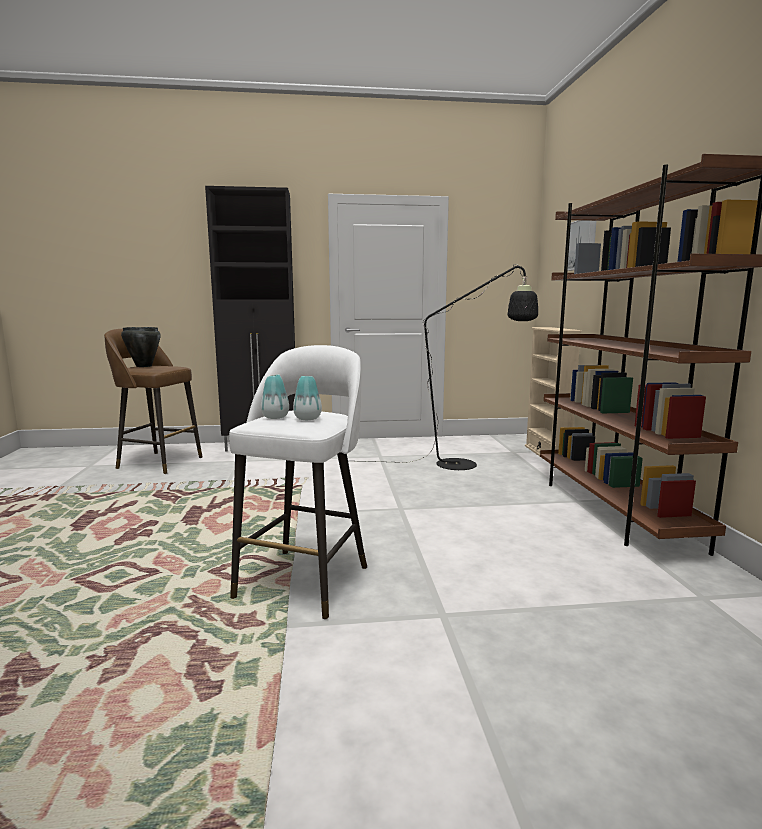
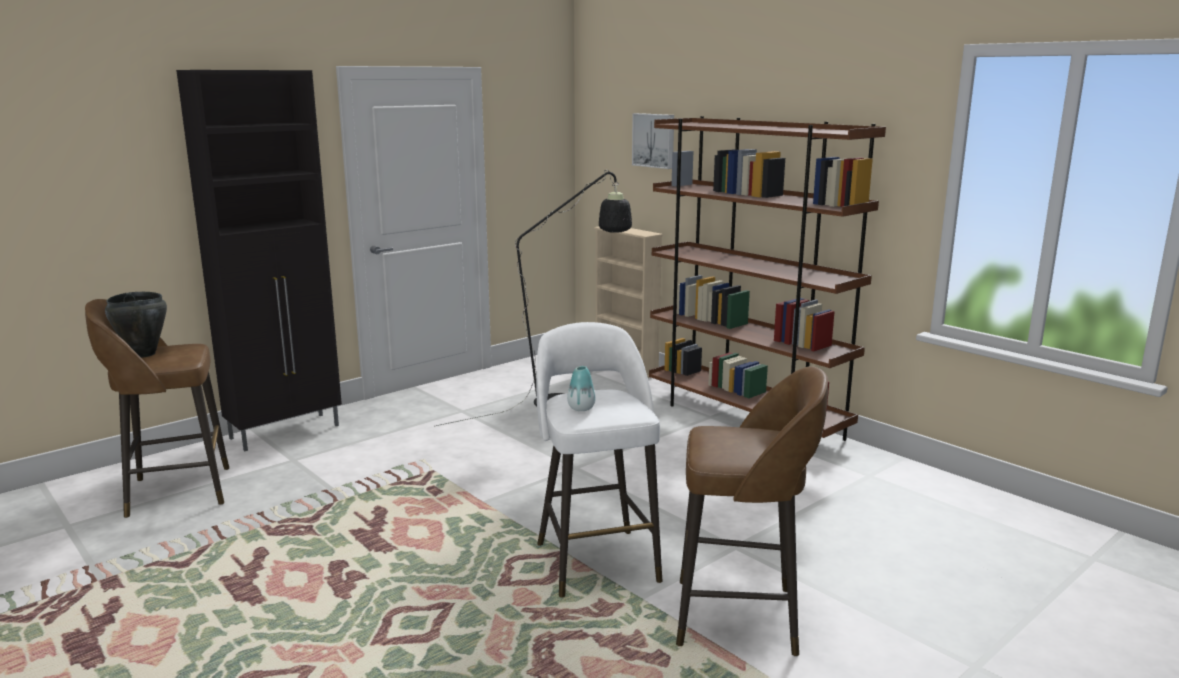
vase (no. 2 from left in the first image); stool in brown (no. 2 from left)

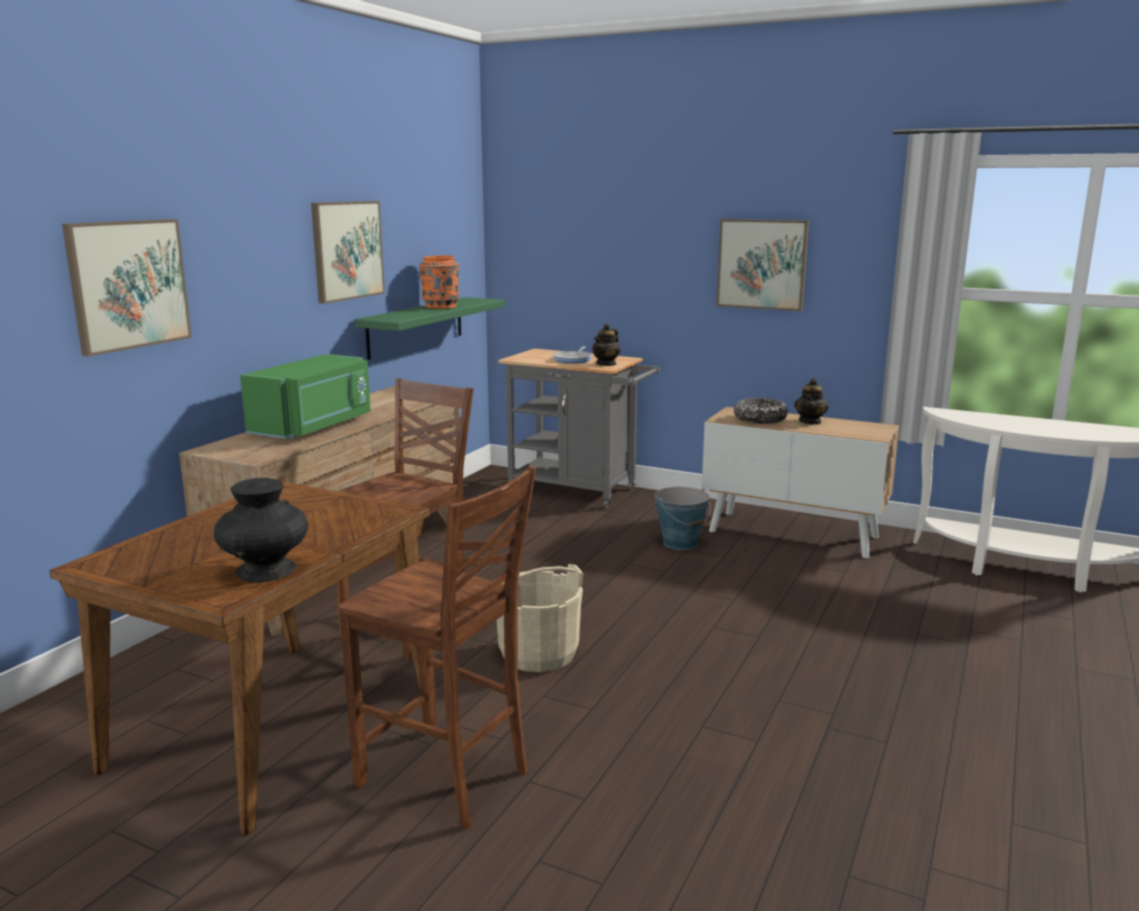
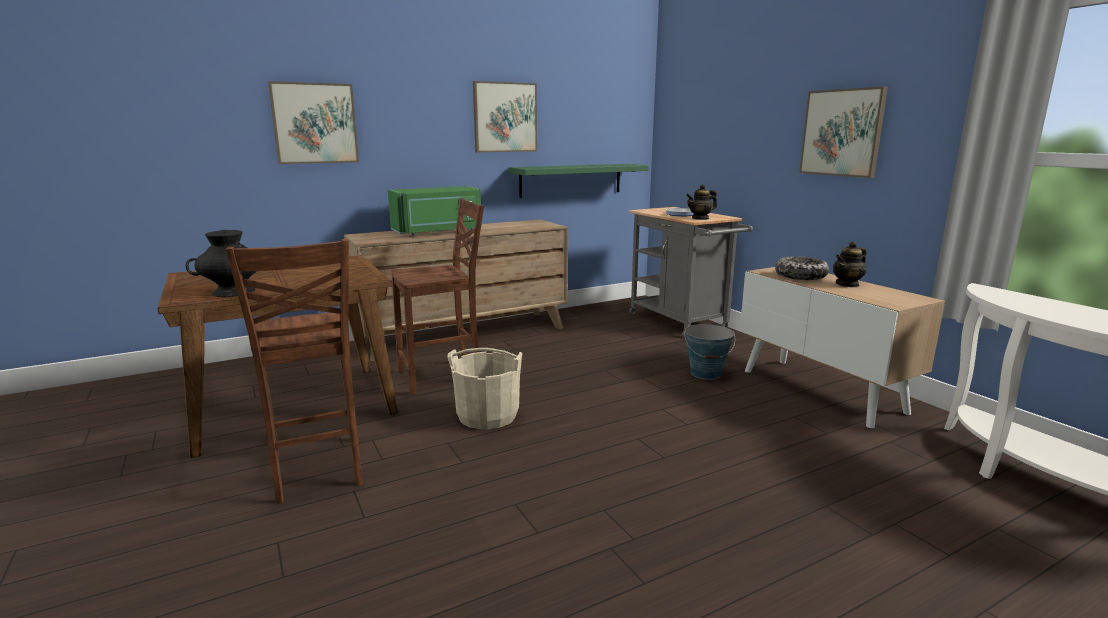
vase in orange

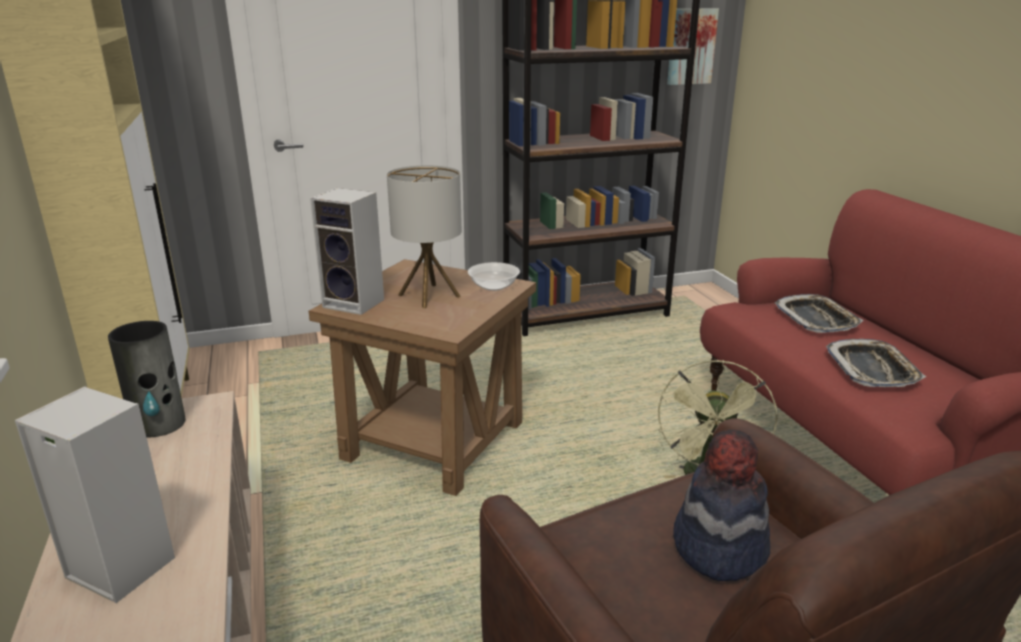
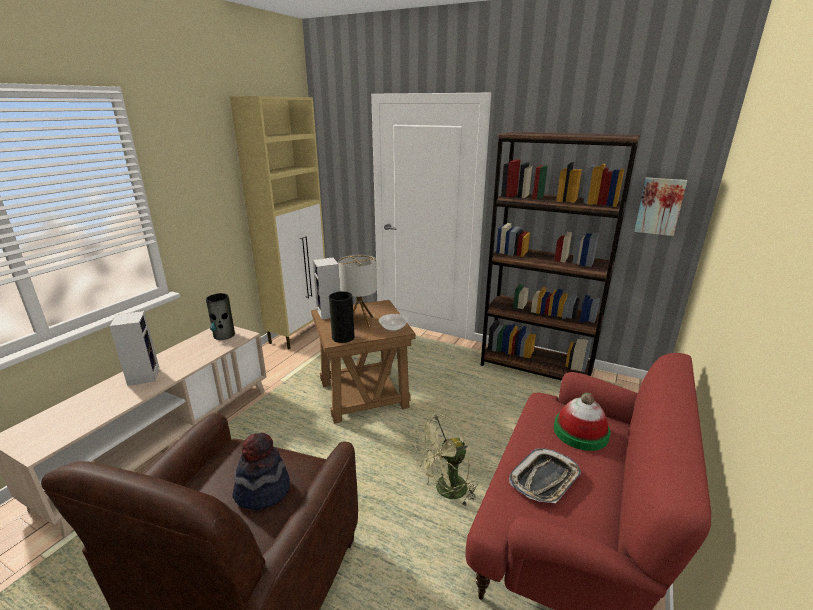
hat (no. 2 from left); vase (no. 2 from left)

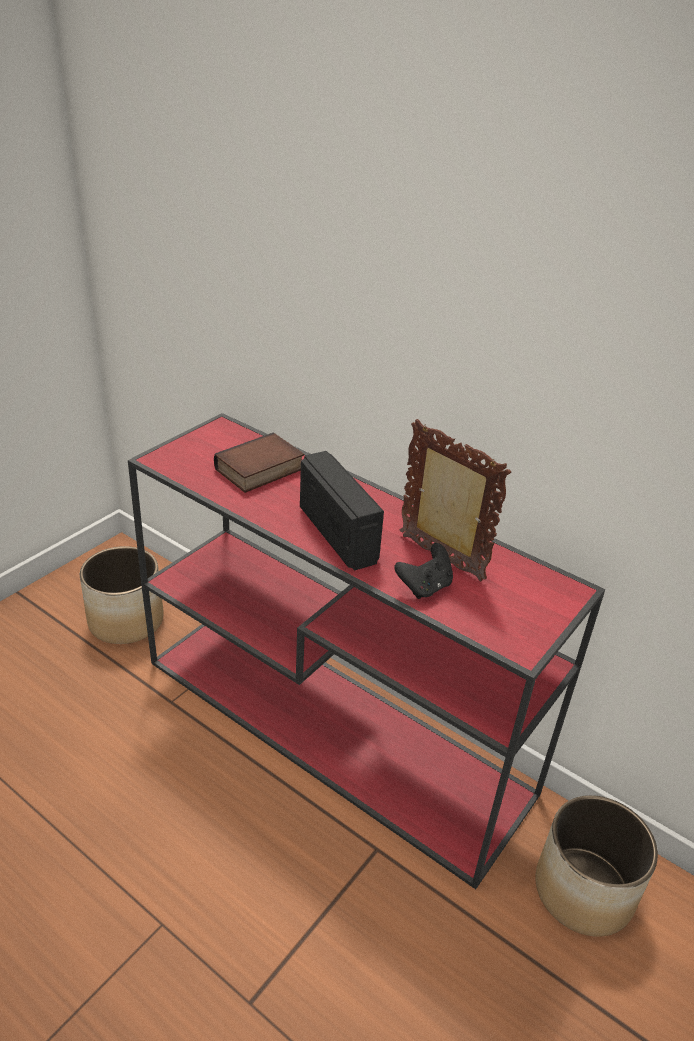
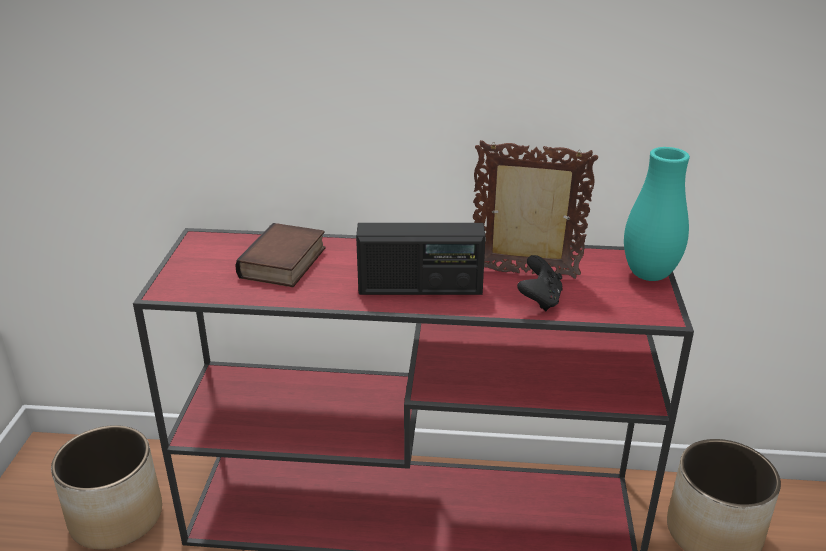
radio; vase in turquoise

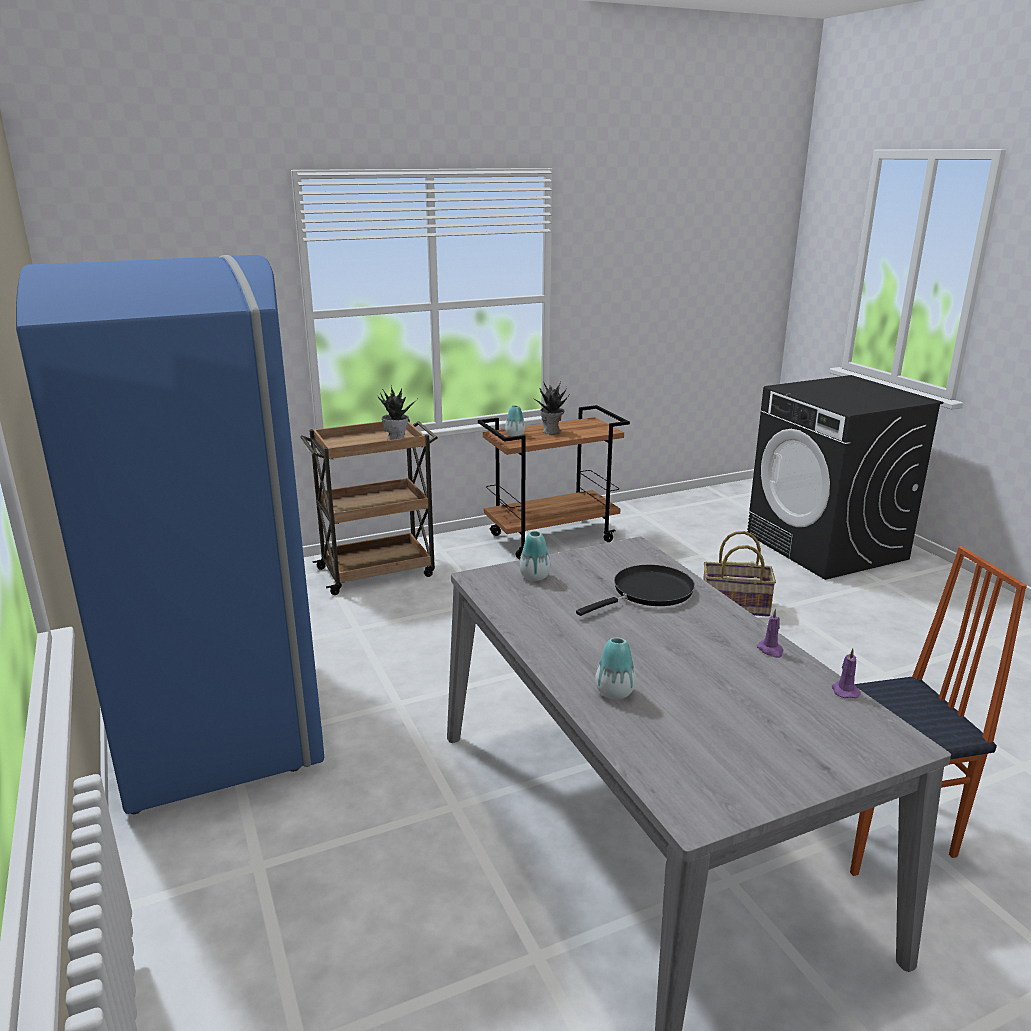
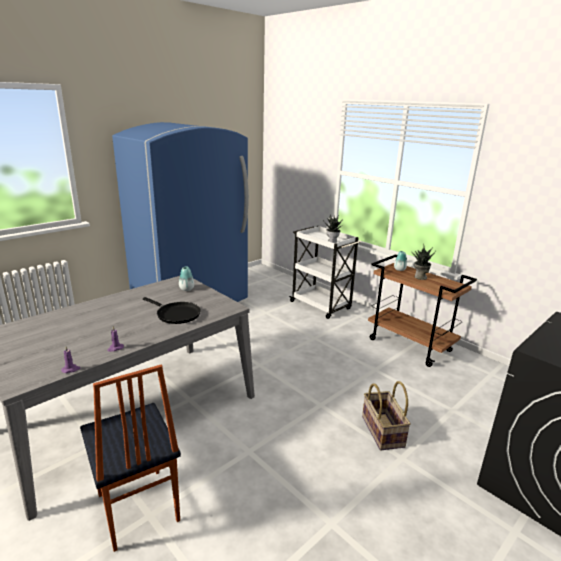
cart in white; vase (no. 3 from left in the first image)

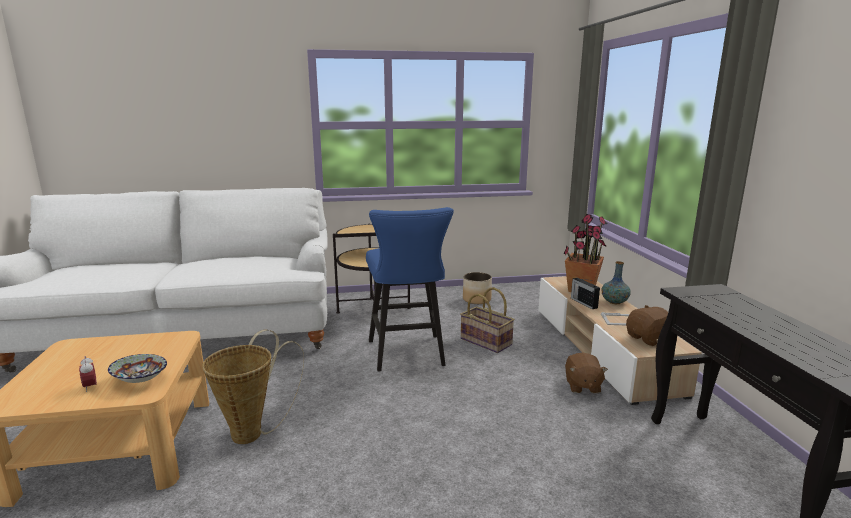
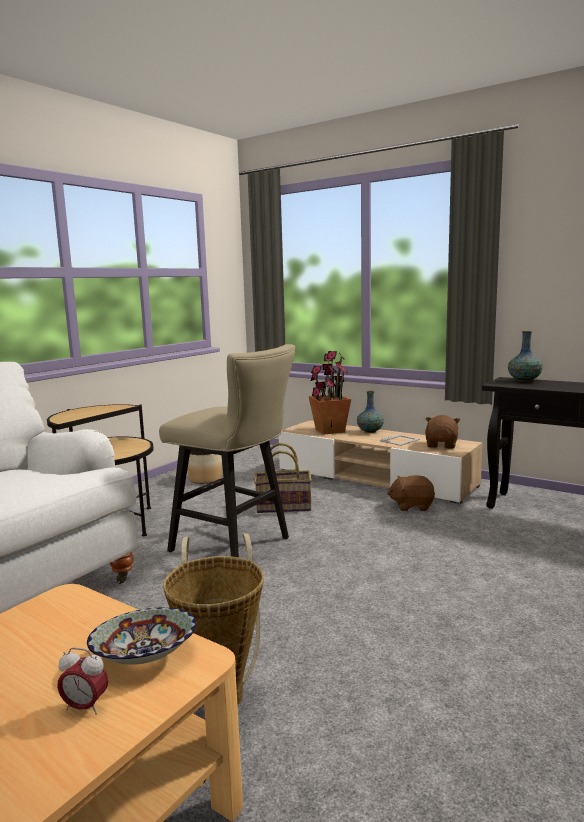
stool in beige; plush toy in brown (no. 1 from left); radio; vase (no. 2 from left)

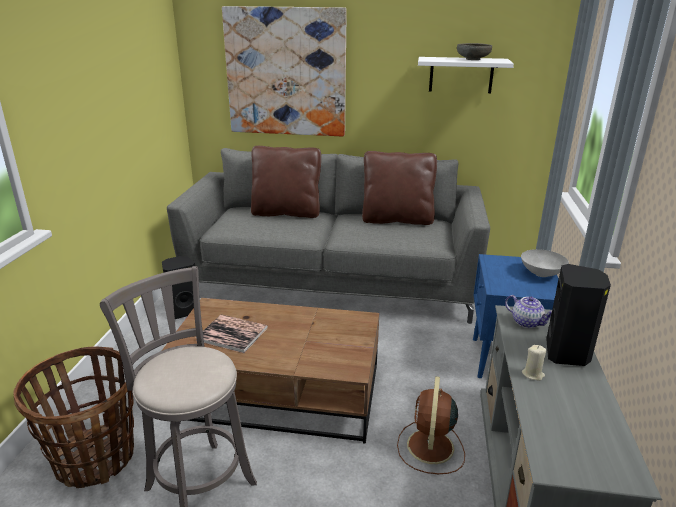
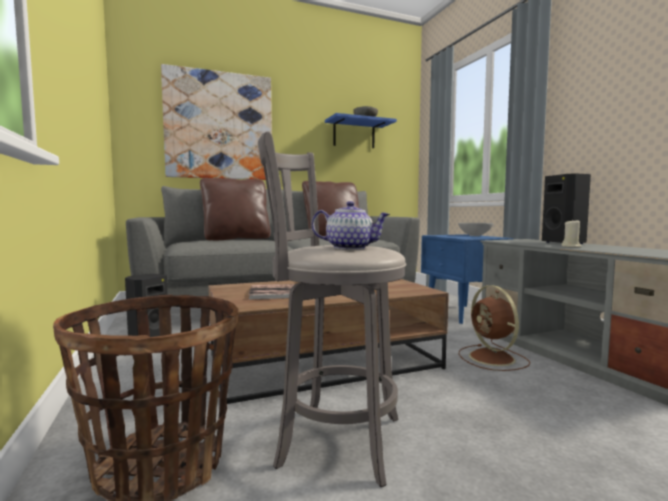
shelf in blue; teapot

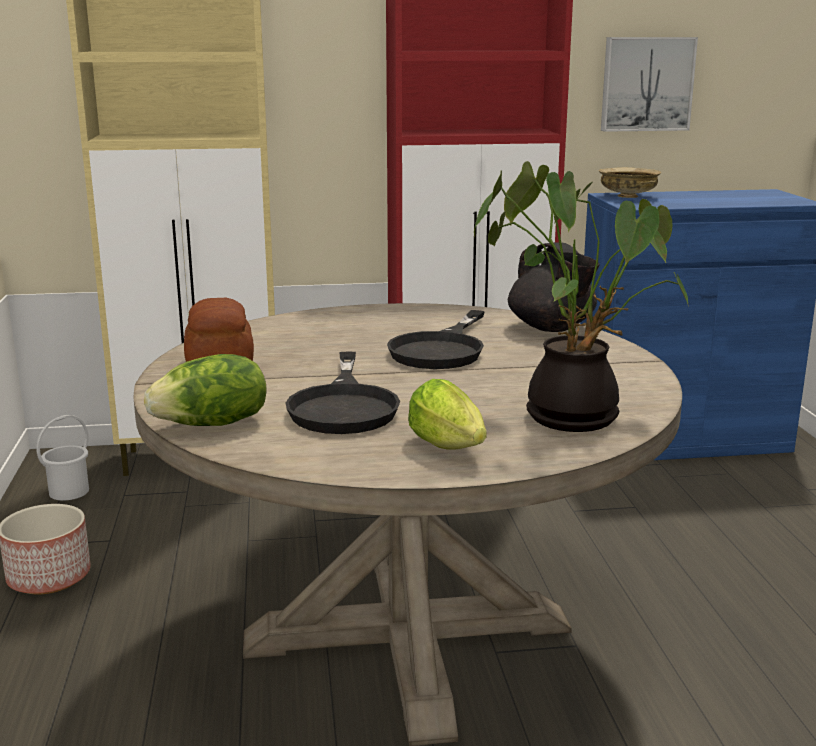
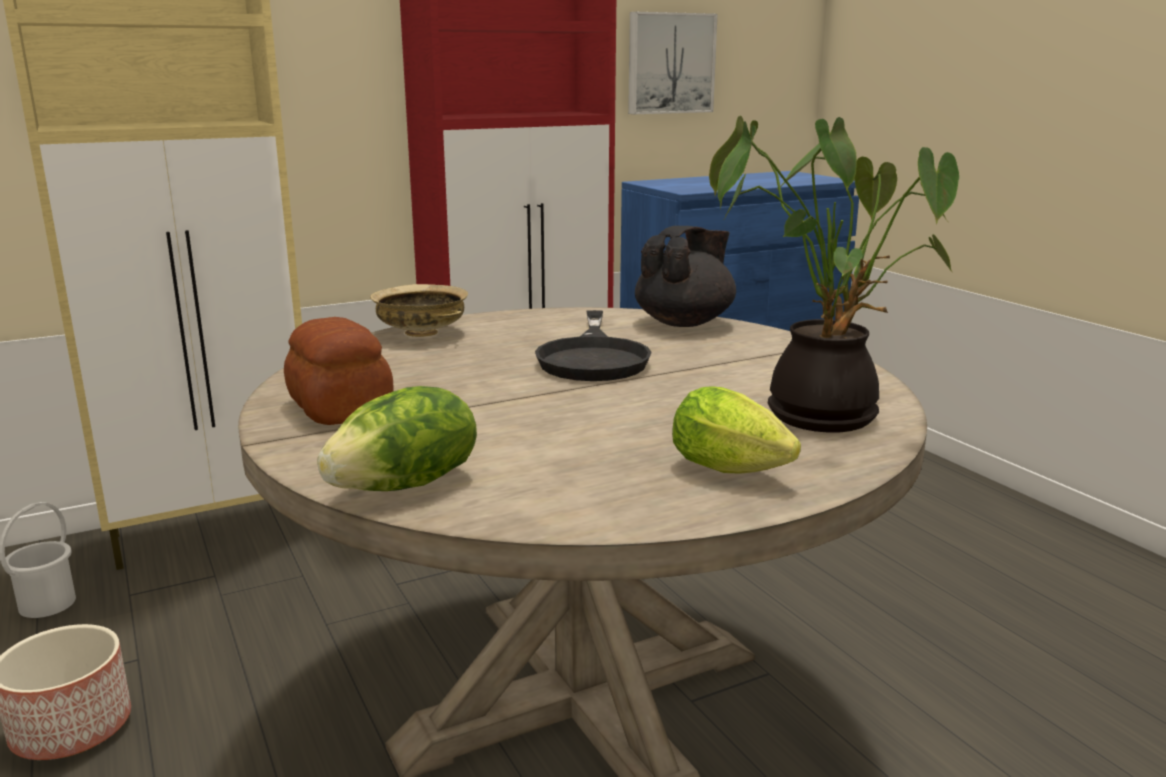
frying pan in black (no. 1 from left in the first image); teapot in black; bowl in beige

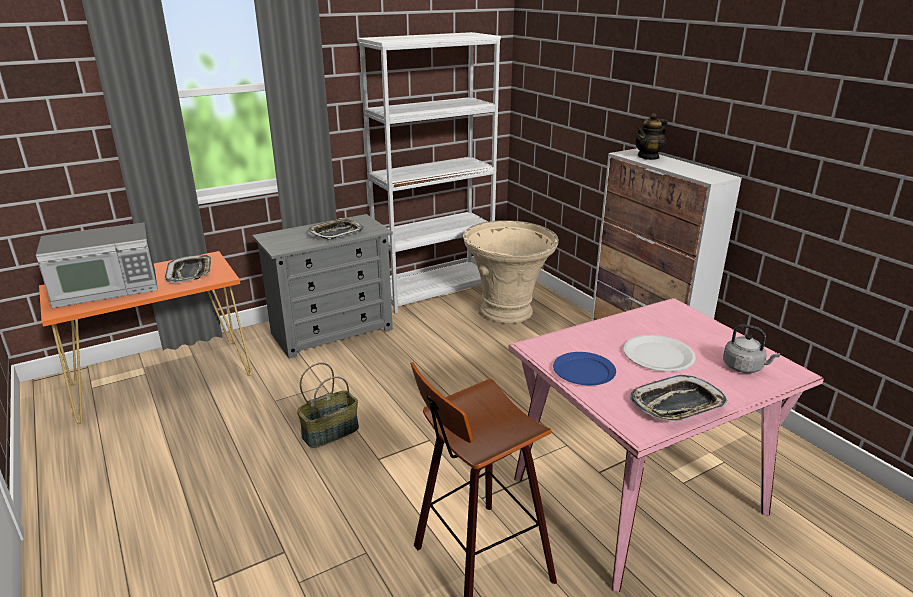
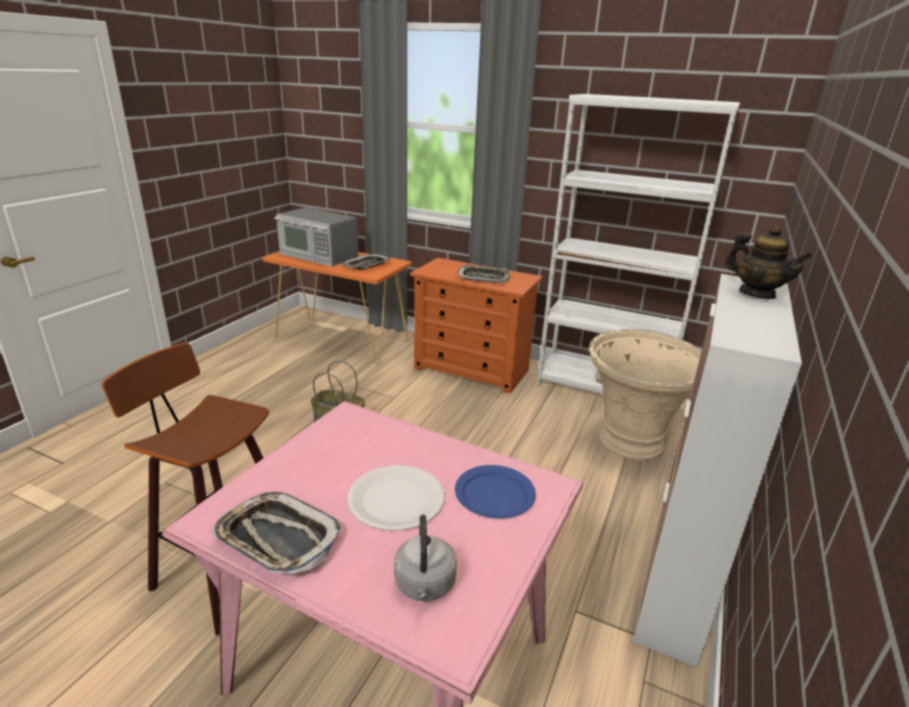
dresser in orange; plate in blue; teapot

